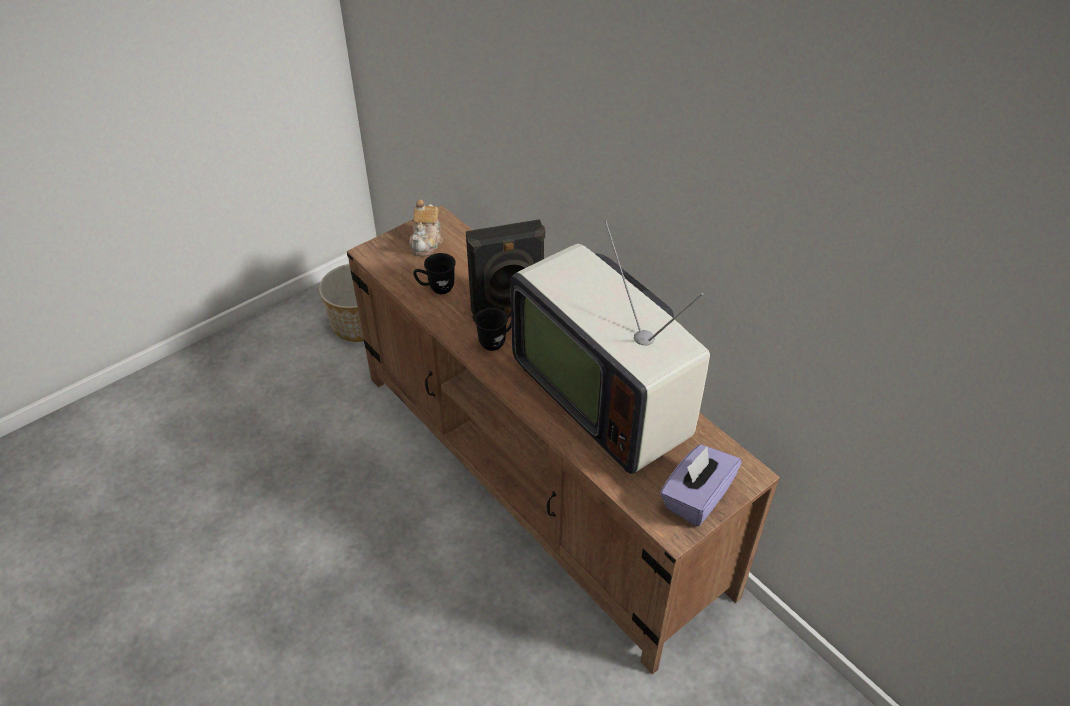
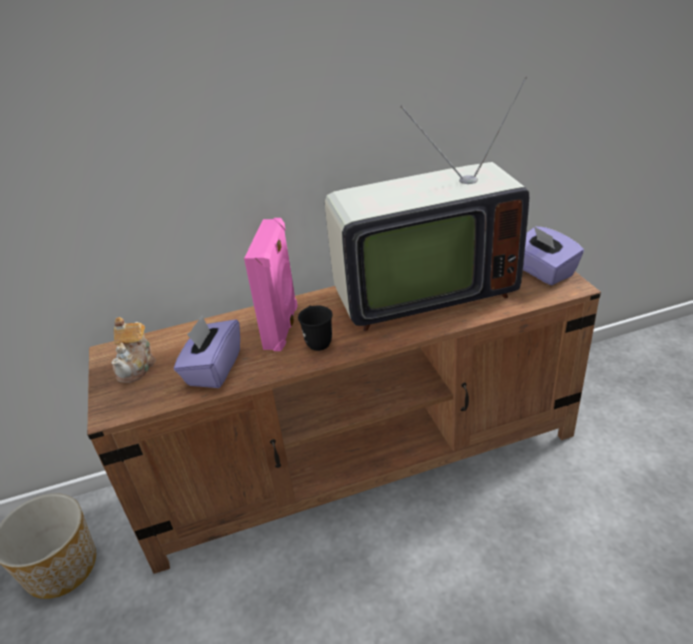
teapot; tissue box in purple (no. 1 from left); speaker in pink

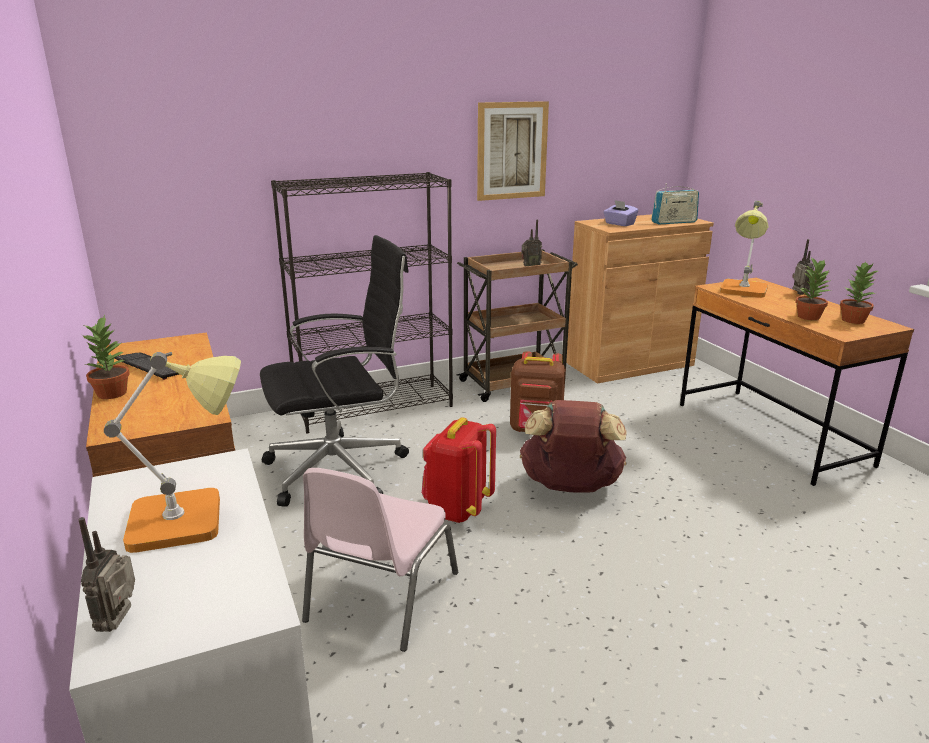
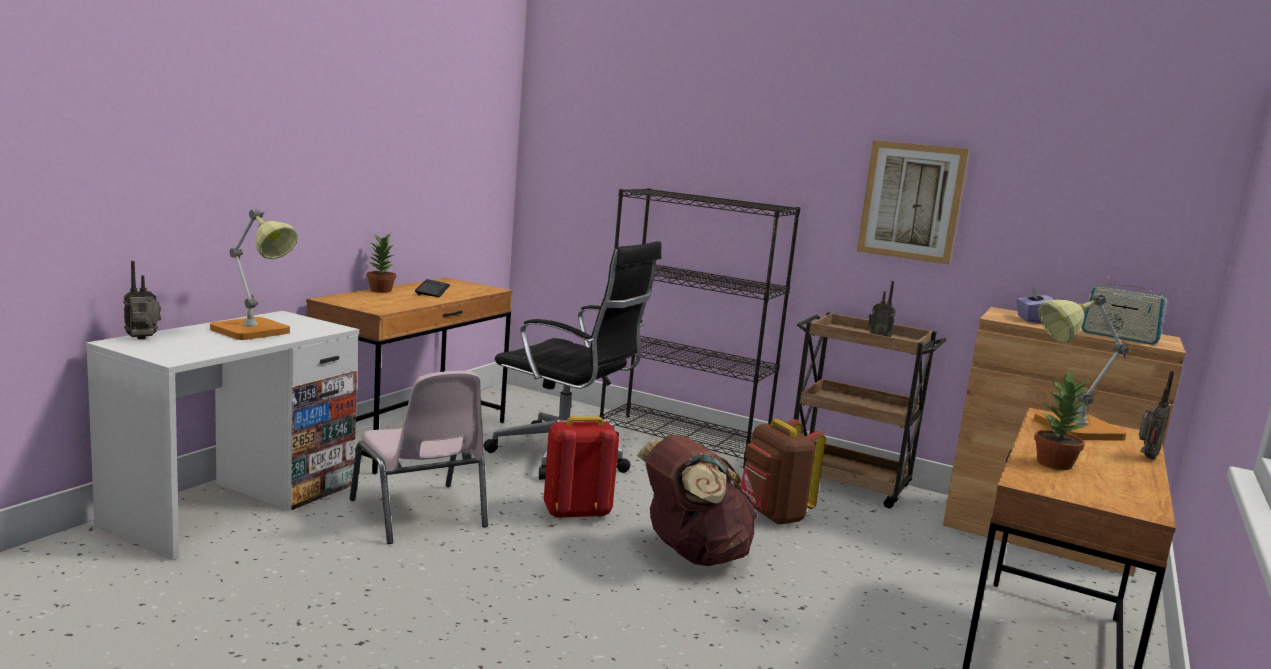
chair in pink; potted plant (no. 3 from left in the first image)

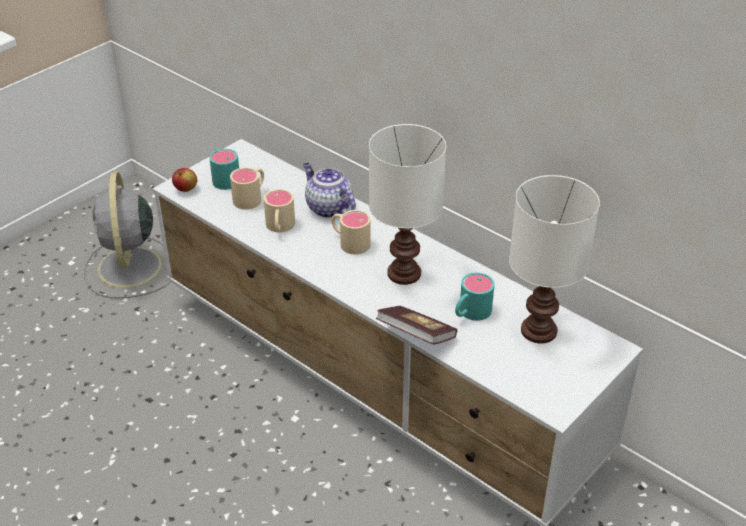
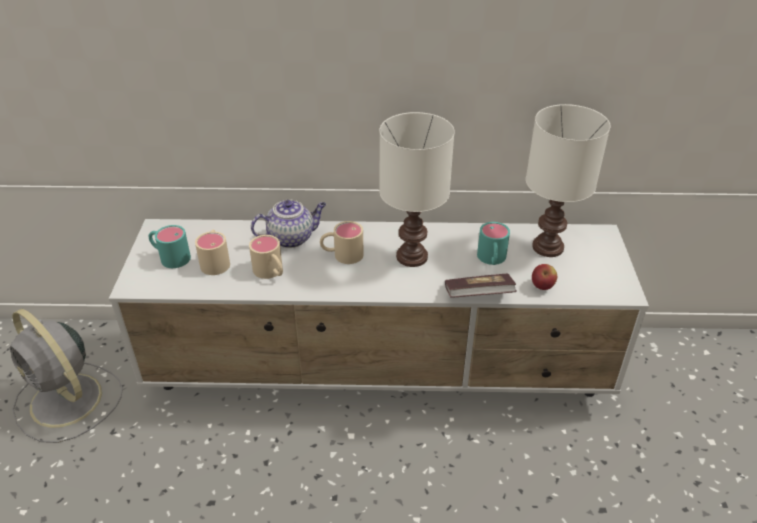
apple; teapot

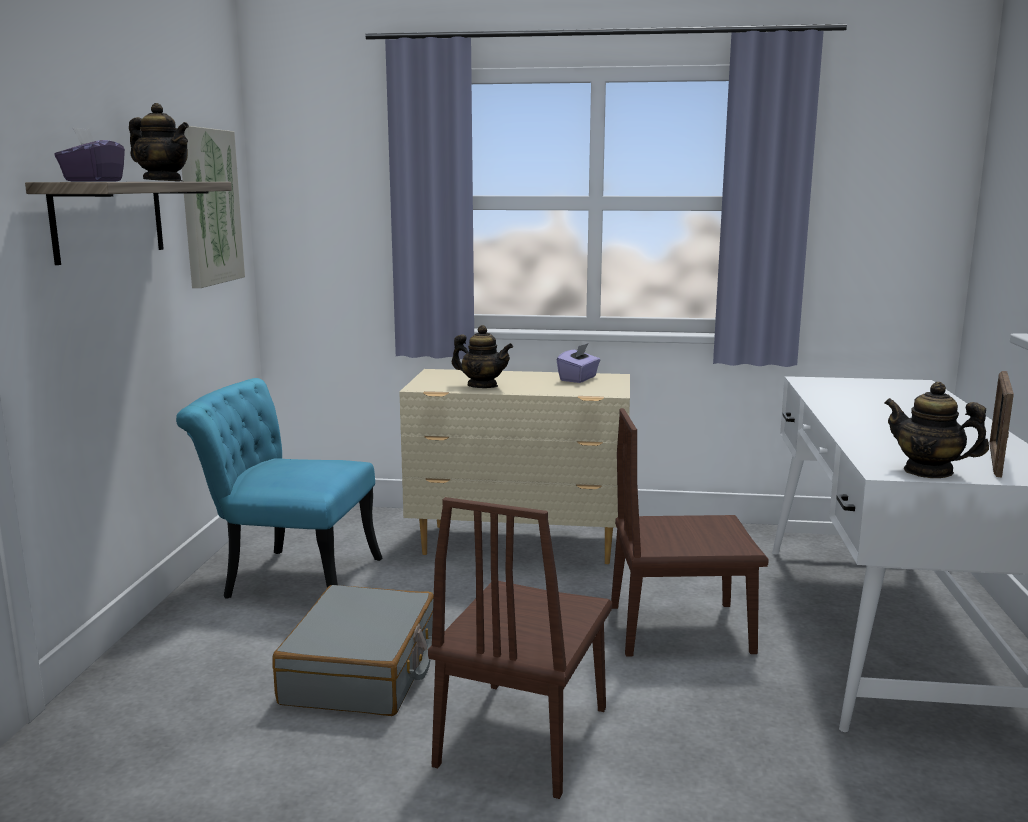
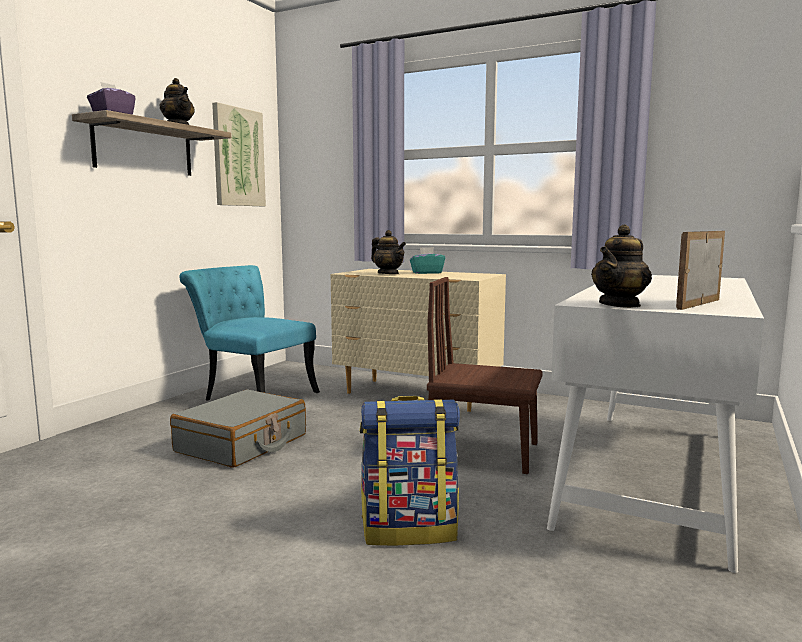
chair in brown (no. 1 from left in the first image); tissue box in purple (no. 2 from left in the first image); teapot (no. 3 from left); backpack; tissue box in turquoise

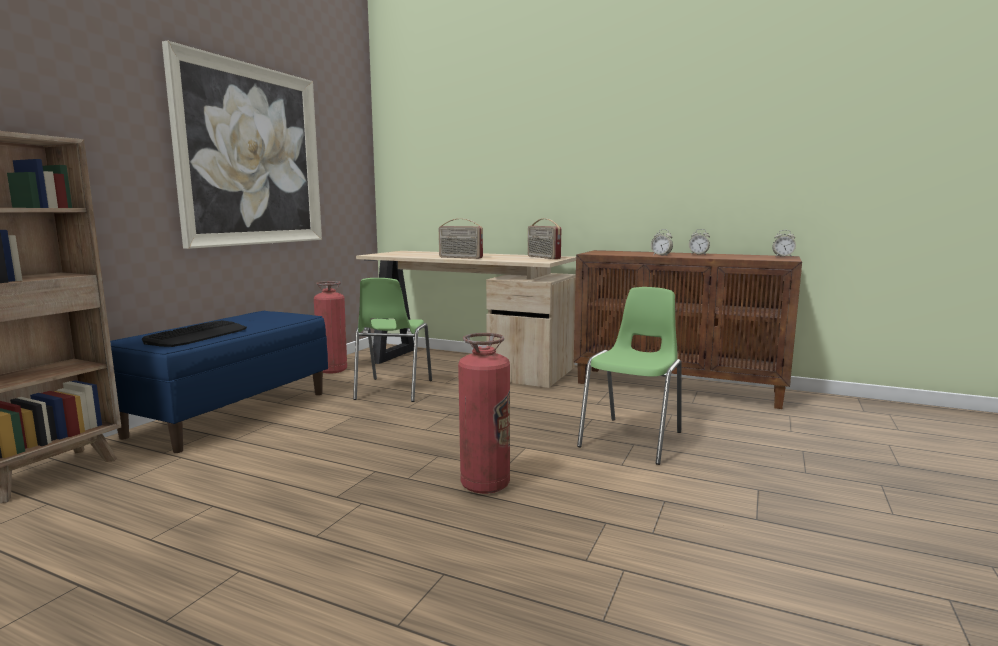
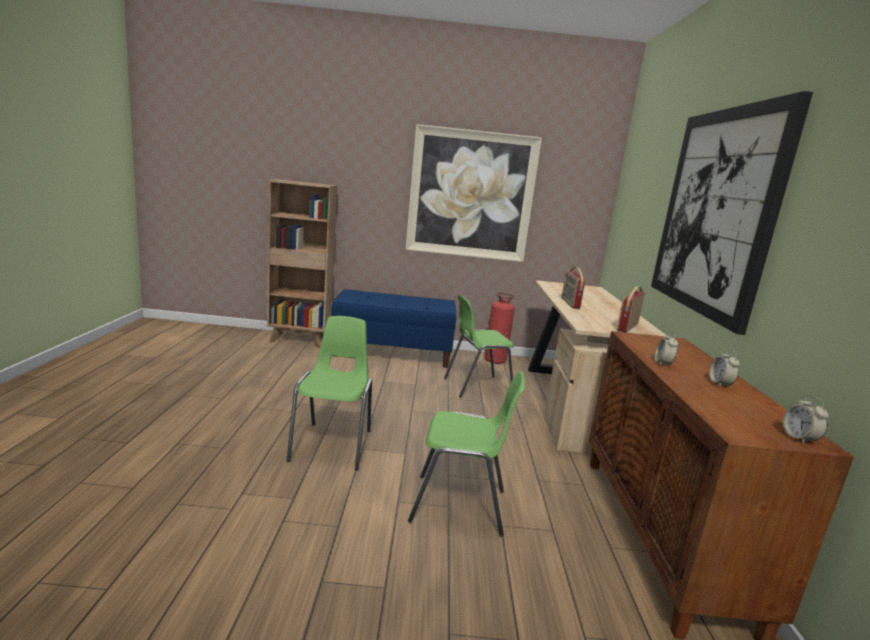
keyboard; chair in green (no. 1 from left); picture (no. 2 from left)

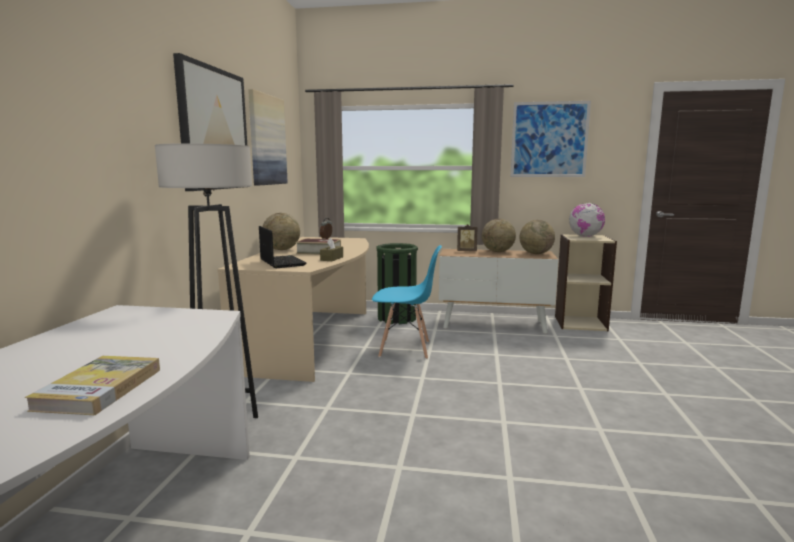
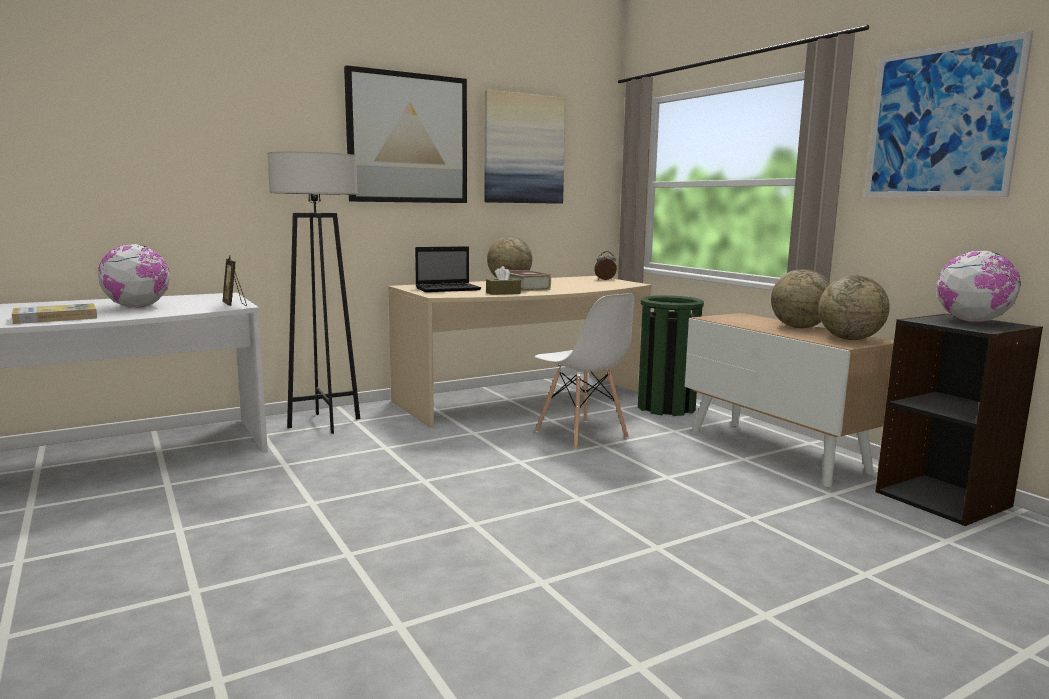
laptop; chair in white; picture frame; bookcase in black; globe (no. 1 from left)

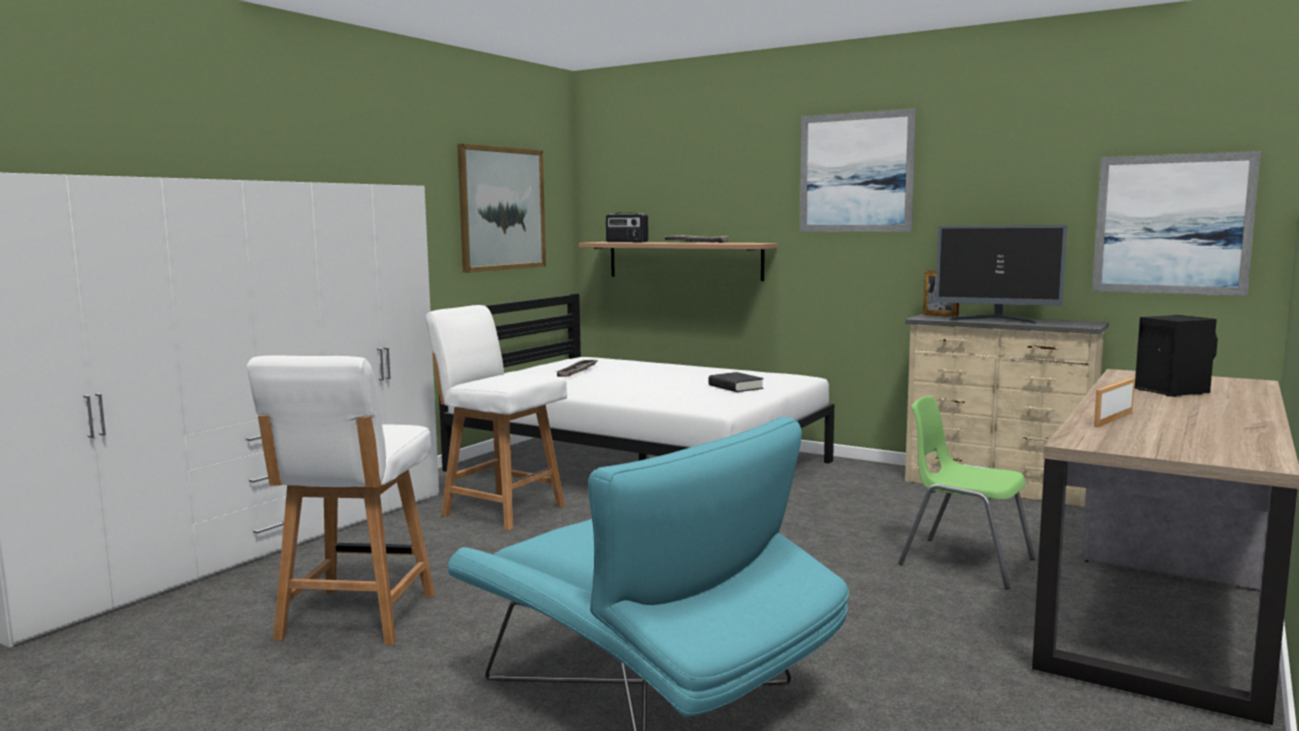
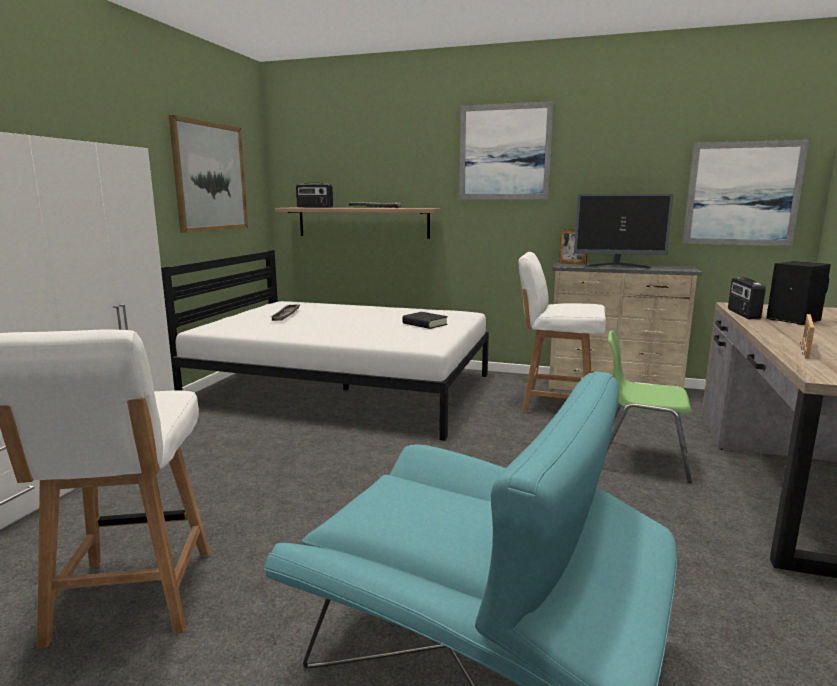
chair in white (no. 2 from left); radio (no. 2 from left)

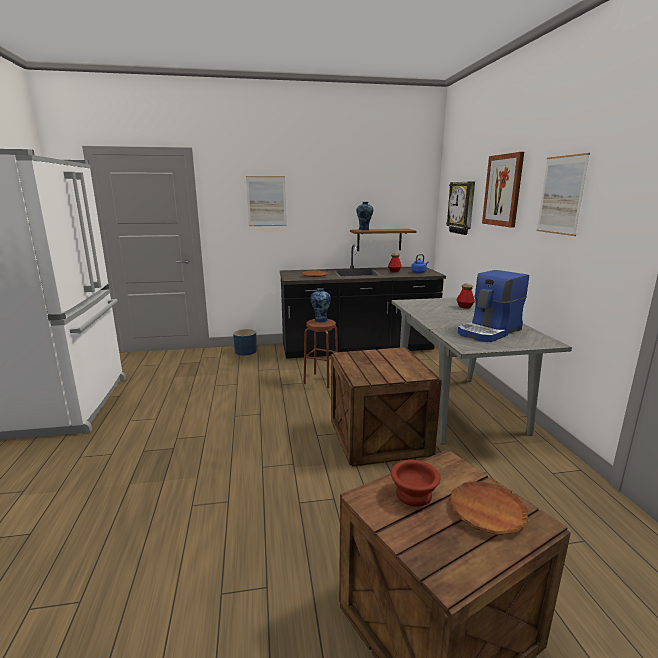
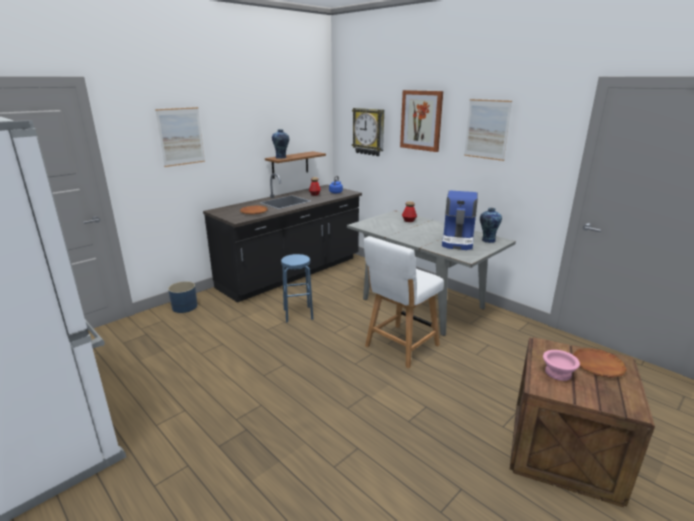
stool in blue; vase (no. 2 from left); chair in white; bowl in pink

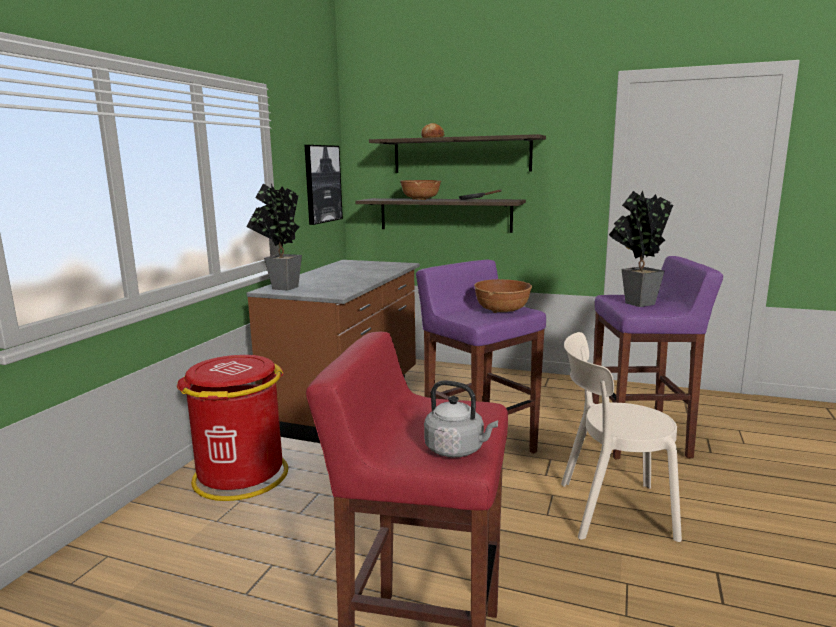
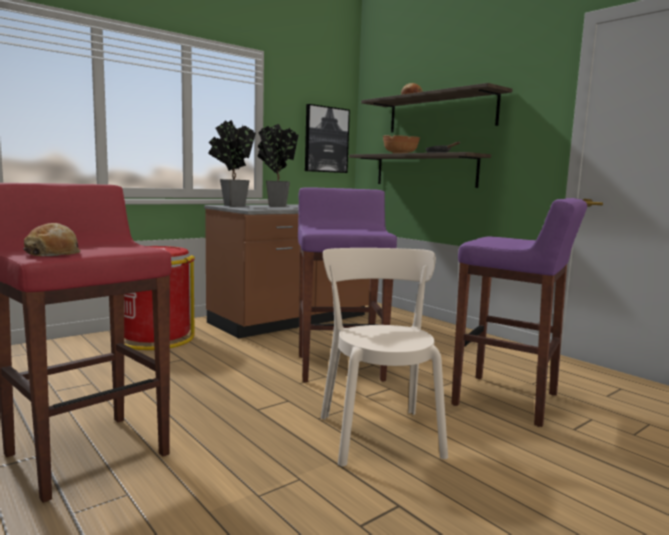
bread (no. 1 from left); bowl in brown (no. 2 from left in the first image); chair in beige; potted plant (no. 2 from left)

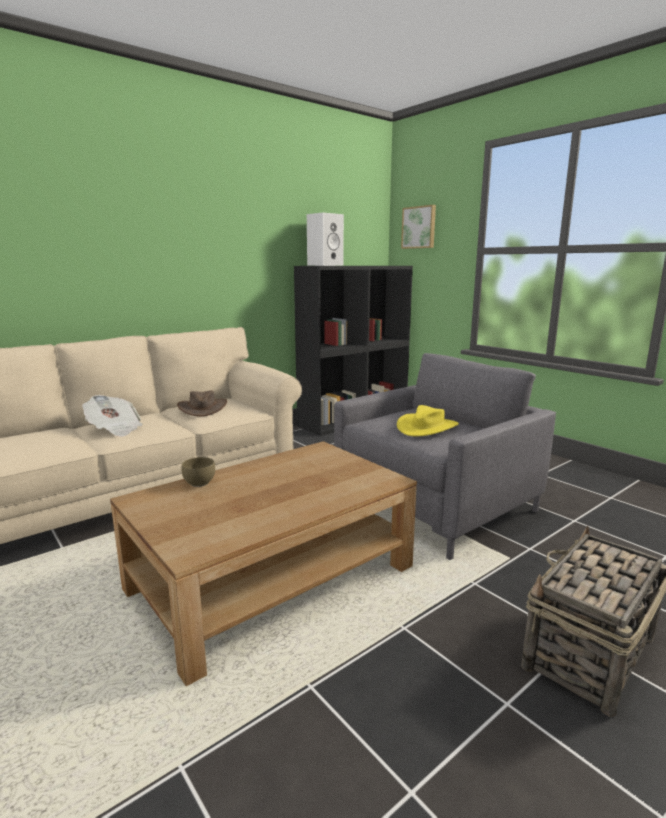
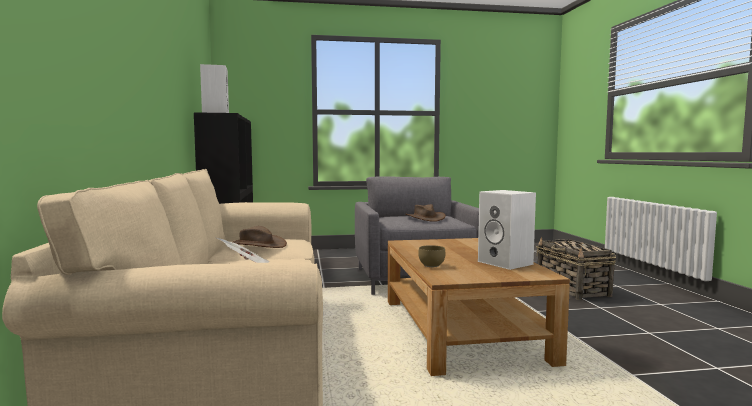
hat in brown (no. 2 from left); picture; speaker in white (no. 2 from left)

